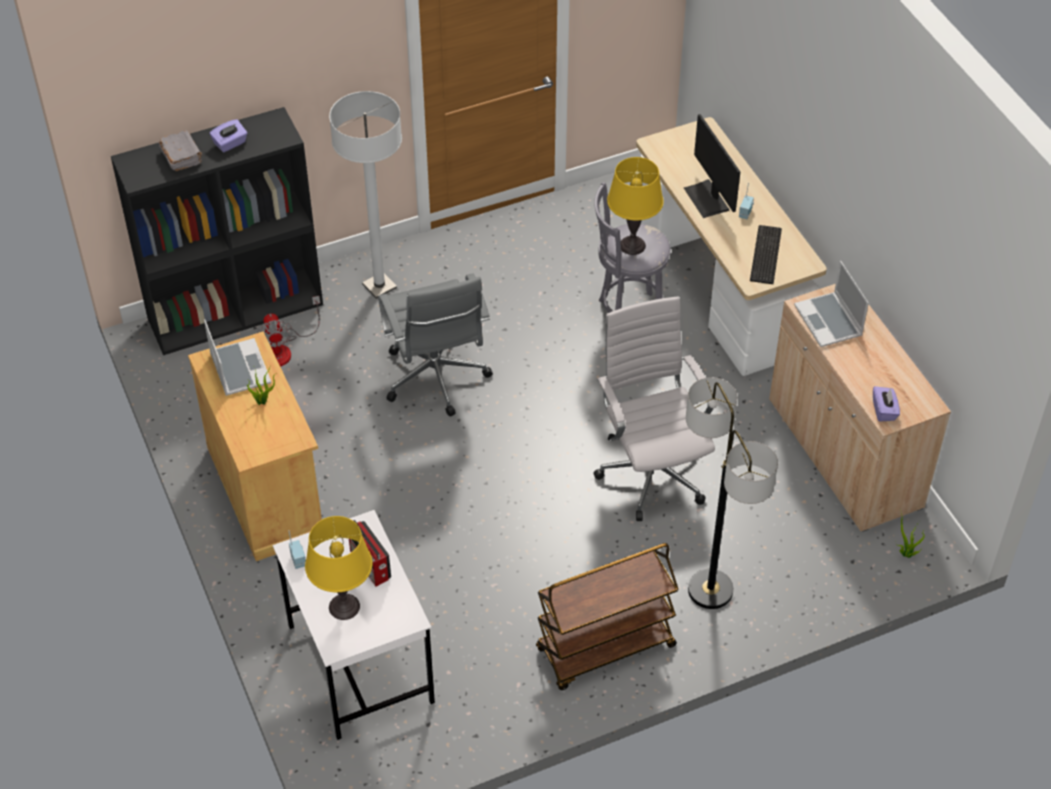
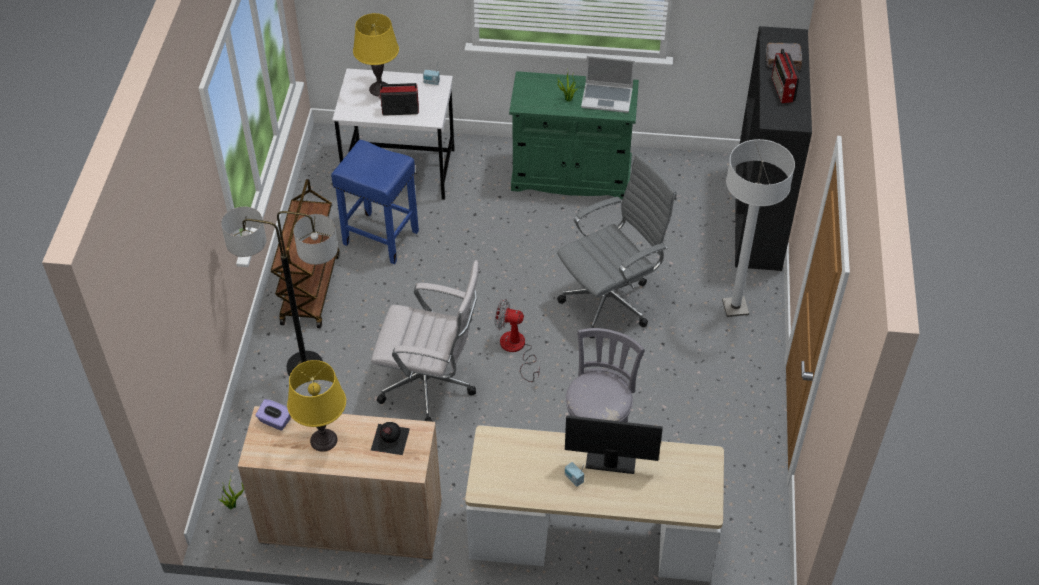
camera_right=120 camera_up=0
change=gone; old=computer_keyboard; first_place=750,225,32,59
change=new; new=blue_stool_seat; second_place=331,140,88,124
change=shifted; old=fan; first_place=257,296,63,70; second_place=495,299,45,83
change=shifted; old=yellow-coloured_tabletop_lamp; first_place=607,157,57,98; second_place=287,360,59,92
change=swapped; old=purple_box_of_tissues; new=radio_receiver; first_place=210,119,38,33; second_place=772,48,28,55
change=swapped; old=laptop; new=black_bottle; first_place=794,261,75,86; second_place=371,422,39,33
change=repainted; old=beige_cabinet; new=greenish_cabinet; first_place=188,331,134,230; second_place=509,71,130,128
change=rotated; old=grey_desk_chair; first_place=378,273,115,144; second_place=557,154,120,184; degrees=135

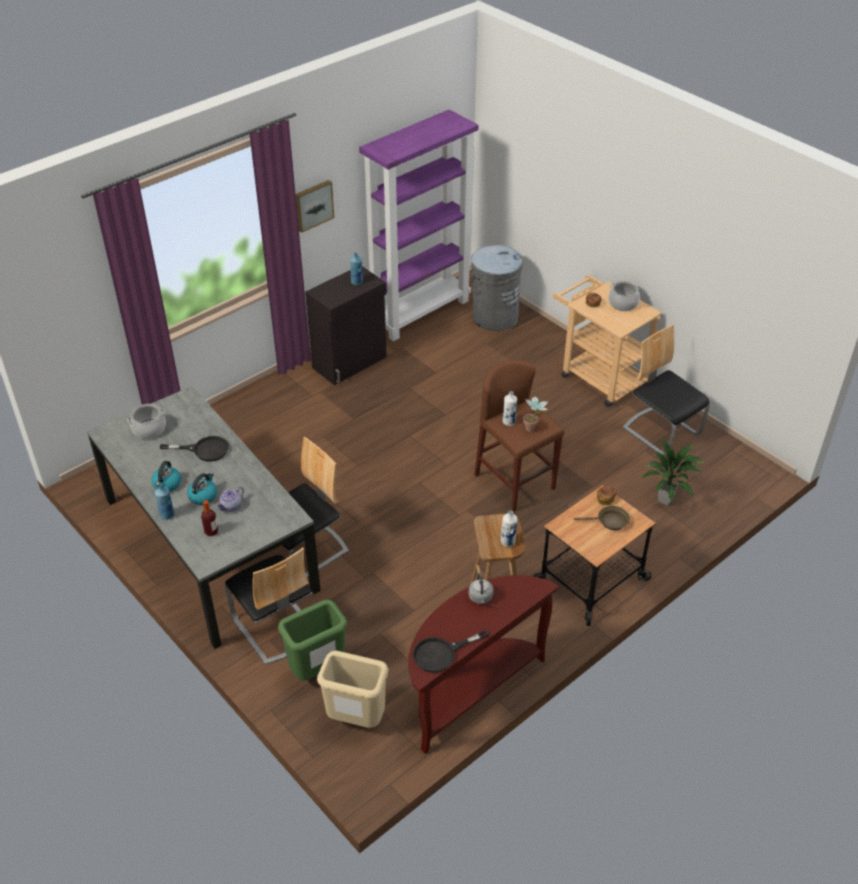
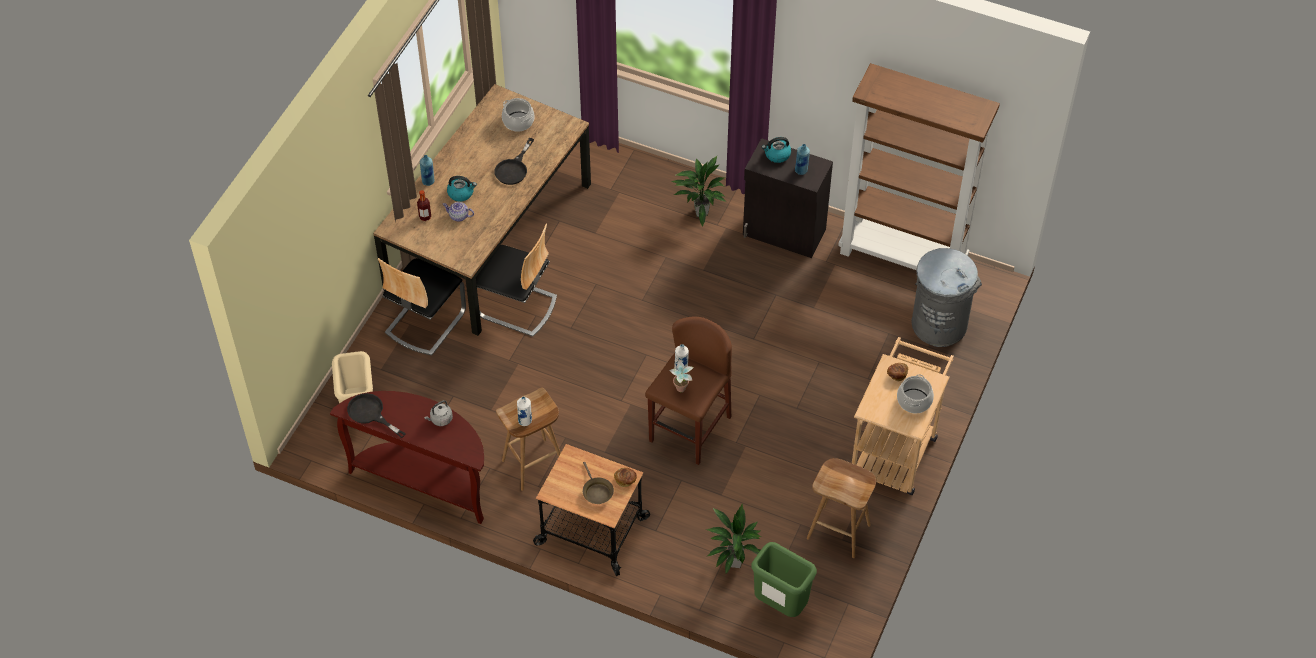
camera_right=65 camera_up=10
change=gone; old=picture; first_place=296,180,38,53
change=new; new=houseplant; second_place=672,156,54,71
change=shifted; old=tea_kettle; first_place=151,461,30,31; second_place=762,137,29,26
change=shifted; old=greenish_rubbish_bin; first_place=278,600,69,80; second_place=751,542,66,75
change=swapped; old=upright_chair; new=brownish_stool_seat; first_place=623,324,87,132; second_place=807,458,69,100
change=repainted; old=grey_dinner_table; new=brownish_dinner_table; first_place=87,386,234,263; second_place=373,84,218,252
change=repainted; old=purple_shelving_unit; new=brownish_shelving_unit; first_place=359,109,120,232; second_place=838,63,162,207
change=rotated; old=black_frying_pan; first_place=160,436,69,26; second_place=494,138,40,47; degrees=45

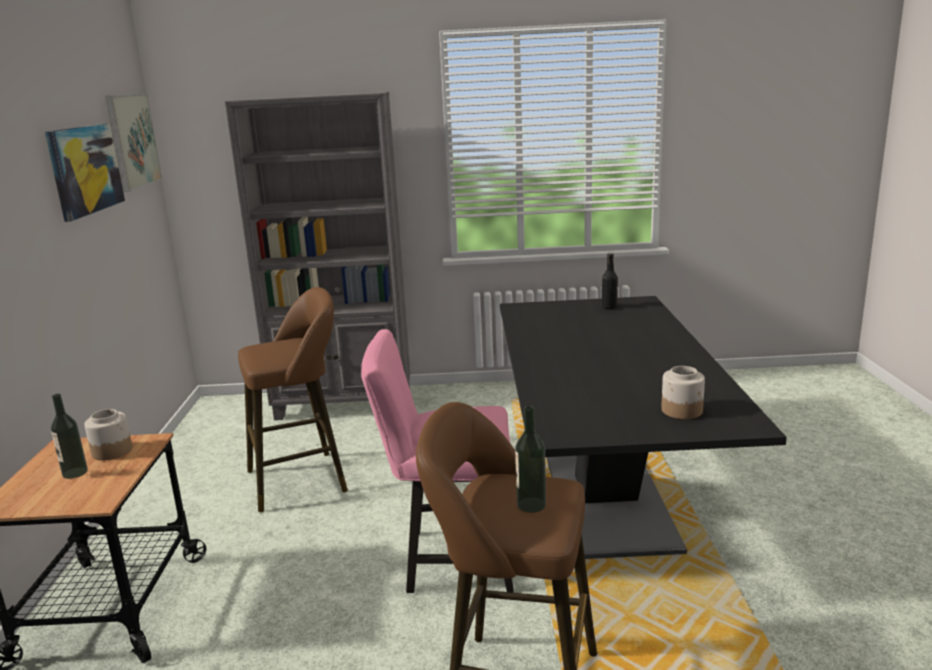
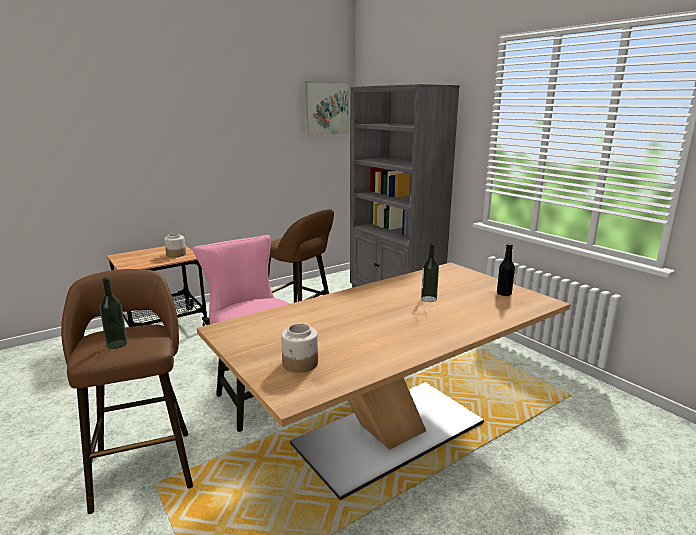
camera_right=55 camera_up=0
change=gone; old=picture; first_place=45,123,80,99
change=shifted; old=bottle; first_place=51,394,37,85; second_place=421,243,18,59
change=repainted; old=black_dinner_table; new=beige_dinner_table; first_place=500,296,287,263; second_place=197,262,374,238

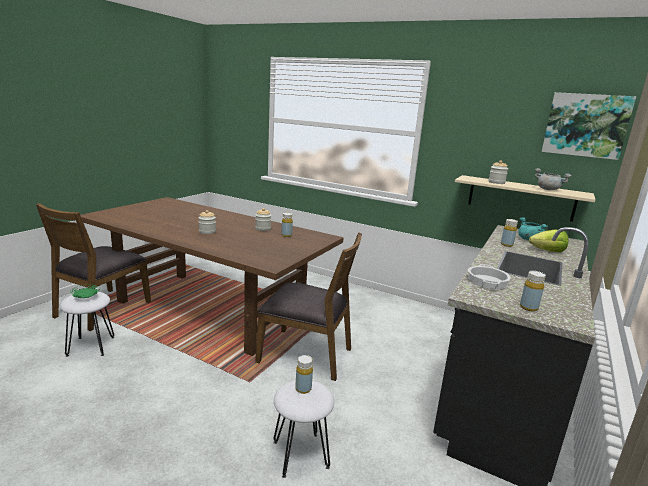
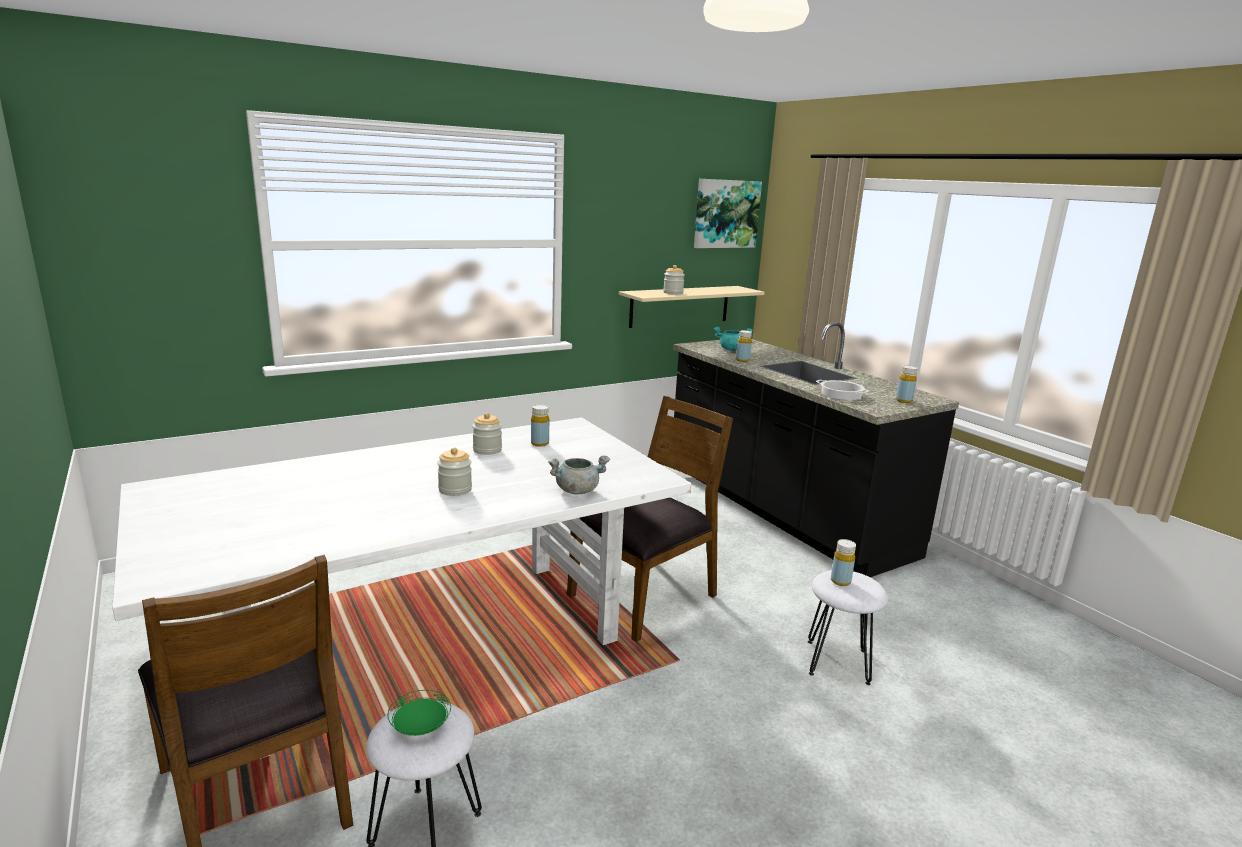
camera_right=-60 camera_up=0
change=gone; old=head_of_lettuce; first_place=529,230,40,23
change=shifted; old=grey_cooking_pot; first_place=535,168,36,22; second_place=548,456,62,39
change=repainted; old=brownish_dinner_table; new=white-coloured_dinner_table; first_place=81,197,263,159; second_place=112,418,579,341

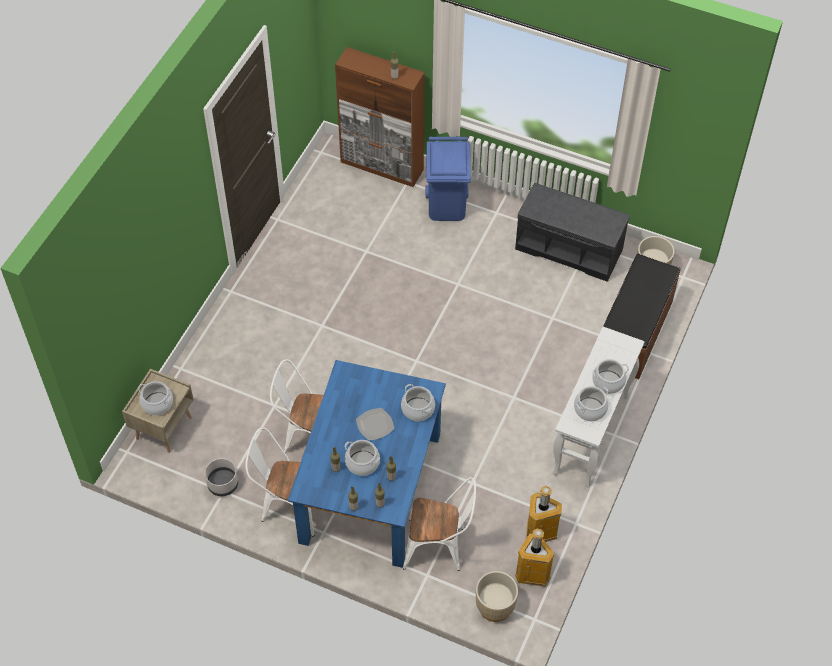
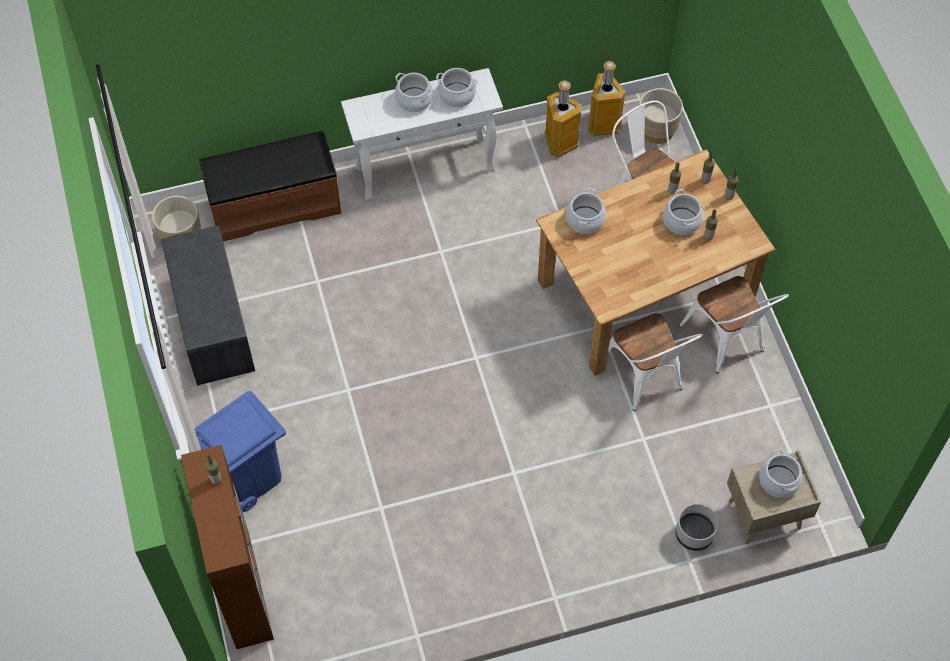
camera_right=-130 camera_up=5
change=gone; old=flat_dish; first_place=356,408,38,33
change=shifted; old=grey_plant_pot; first_place=205,458,33,38; second_place=675,504,43,47
change=repainted; old=blue_dinner_table; new=brownish_dinner_table; first_place=288,360,158,208; second_place=536,149,240,227

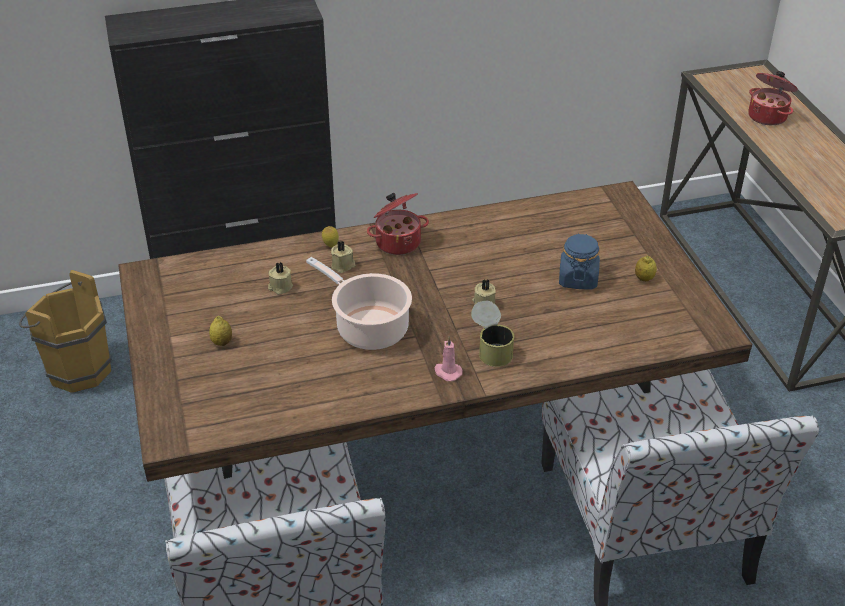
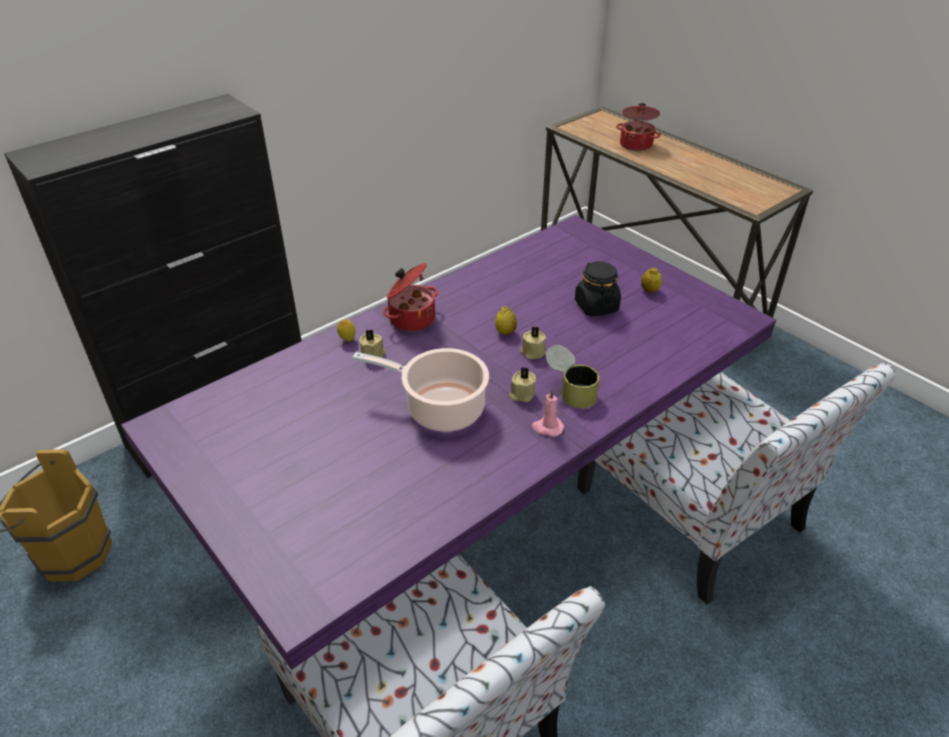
camera_right=-25 camera_up=0
change=shifted; old=lemon; first_place=209,316,23,30; second_place=495,306,22,29
change=shifted; old=beige_candle; first_place=268,262,25,33; second_place=509,367,27,35
change=repainted; old=brownish_dinner_table; new=purple_dinner_table; first_place=118,181,634,301; second_place=121,215,655,455
change=repainted; old=blue_storage_jar; new=black_storage_jar; first_place=559,234,41,56; second_place=575,261,46,56

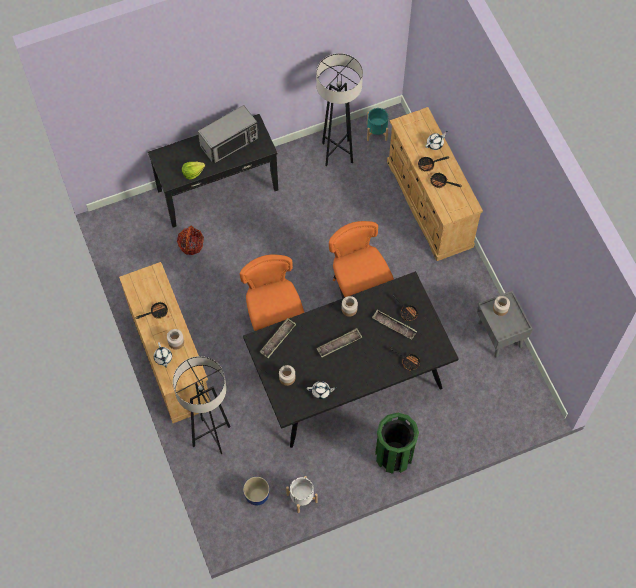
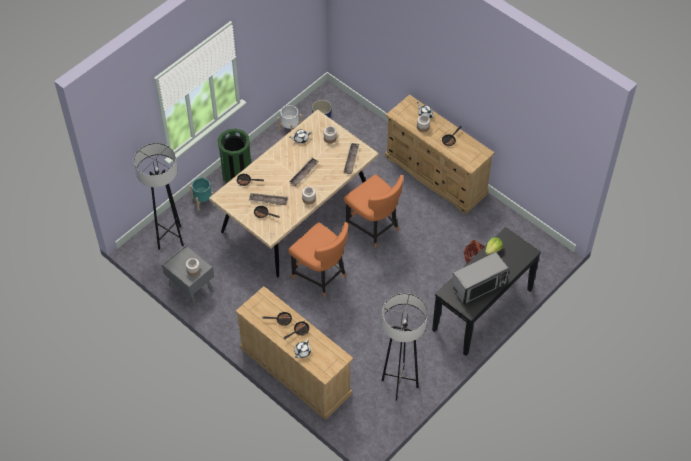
camera_right=155 camera_up=-10
change=shifted; old=black_standing_lamp; first_place=173,356,57,98; second_place=134,143,50,107
change=shifted; old=blue-green_plant_pot; first_place=367,108,22,33; second_place=190,178,25,33
change=repainted; old=black_dinner_table; new=beige_dinner_table; first_place=243,271,216,177; second_place=209,109,170,168
change=rotated; old=microwave_oven; first_place=198,105,61,59; second_place=452,252,57,52; degrees=-150

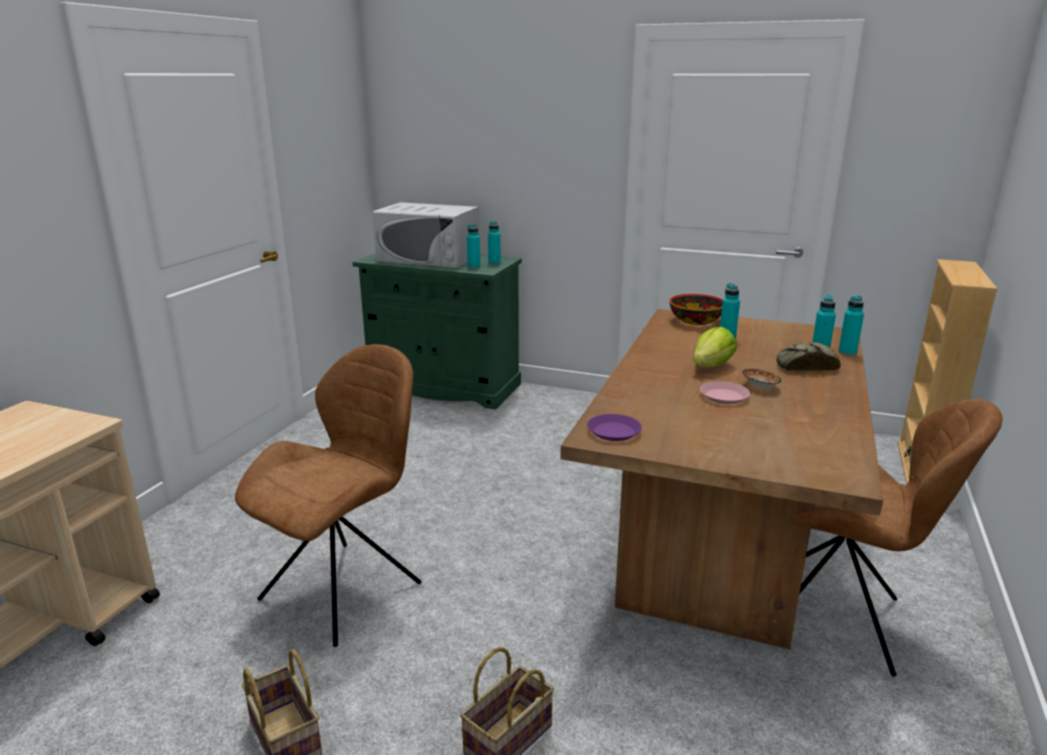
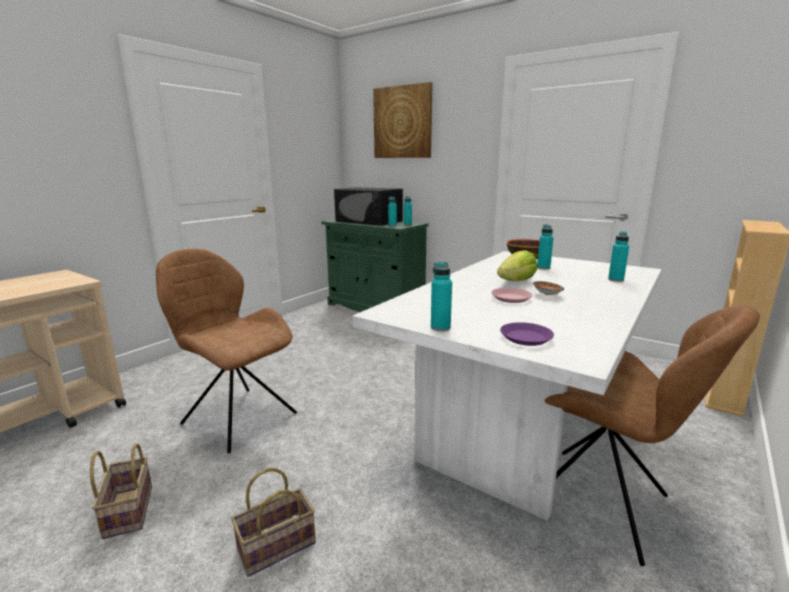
camera_right=15 camera_up=-5
change=gone; old=baked_bread; first_place=776,342,65,29
change=new; new=picture; second_place=373,82,60,76
change=shifted; old=purple_flat_dish; first_place=587,414,55,27; second_place=500,322,54,24
change=shifted; old=blue-green_bottle; first_place=838,296,26,60; second_place=431,262,21,69
change=repainted; old=white-coloured_microwave_oven; new=black_microwave_oven; first_place=372,202,107,66; second_place=334,187,69,39
change=repainted; old=brownish_dinner_table; new=white-coloured_dinner_table; first_place=560,309,323,340; second_place=353,251,309,270
change=rotated; old=brownish_upright_chair; first_place=235,344,186,303; second_place=156,249,141,205; degrees=-105

